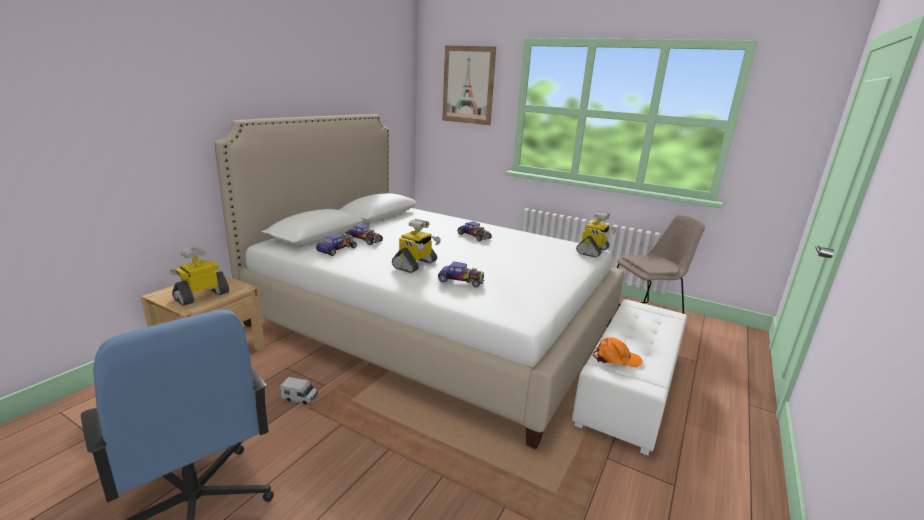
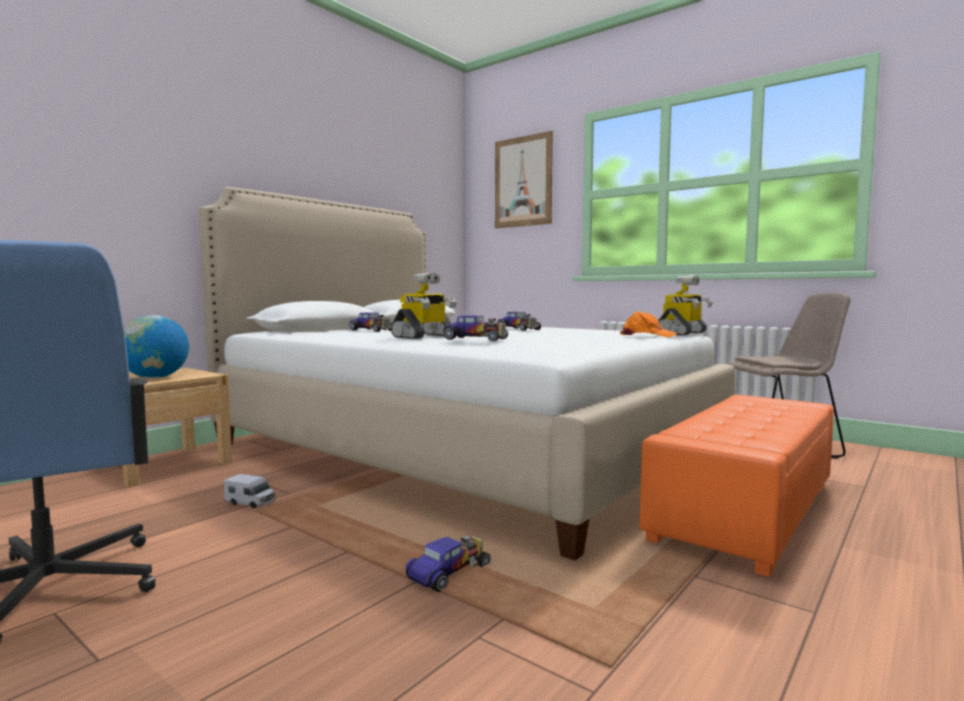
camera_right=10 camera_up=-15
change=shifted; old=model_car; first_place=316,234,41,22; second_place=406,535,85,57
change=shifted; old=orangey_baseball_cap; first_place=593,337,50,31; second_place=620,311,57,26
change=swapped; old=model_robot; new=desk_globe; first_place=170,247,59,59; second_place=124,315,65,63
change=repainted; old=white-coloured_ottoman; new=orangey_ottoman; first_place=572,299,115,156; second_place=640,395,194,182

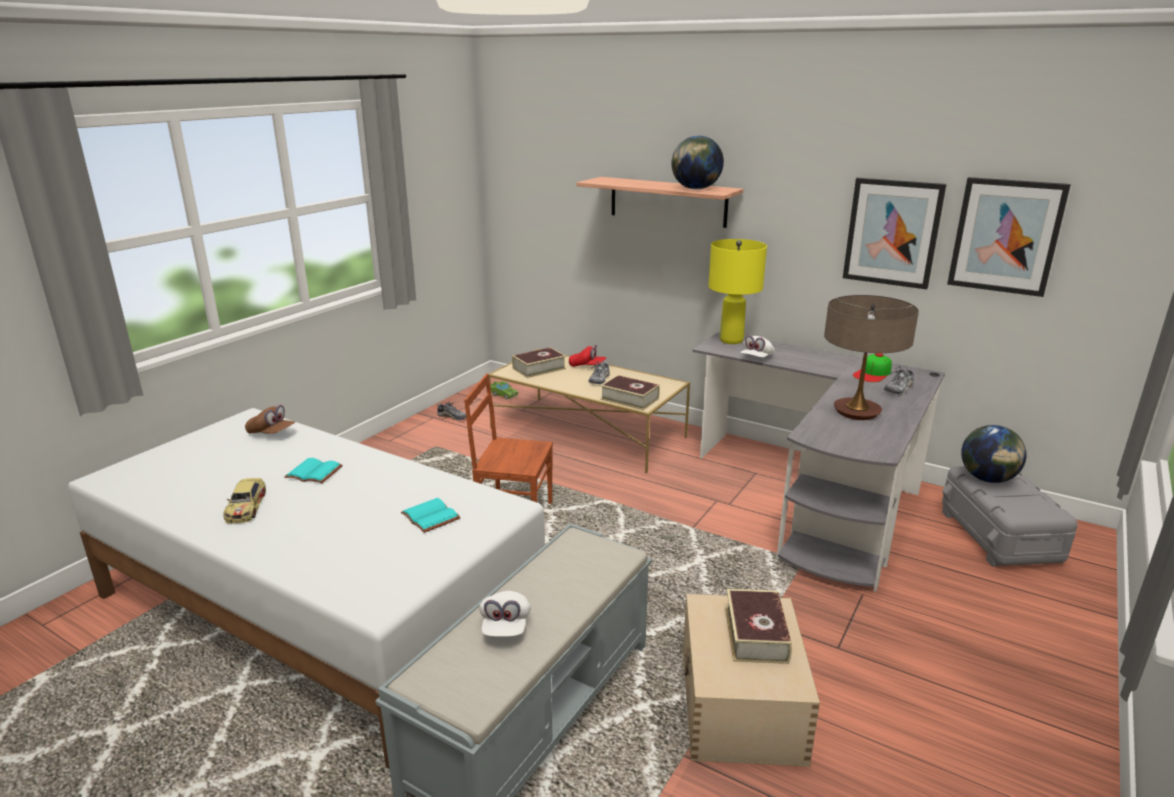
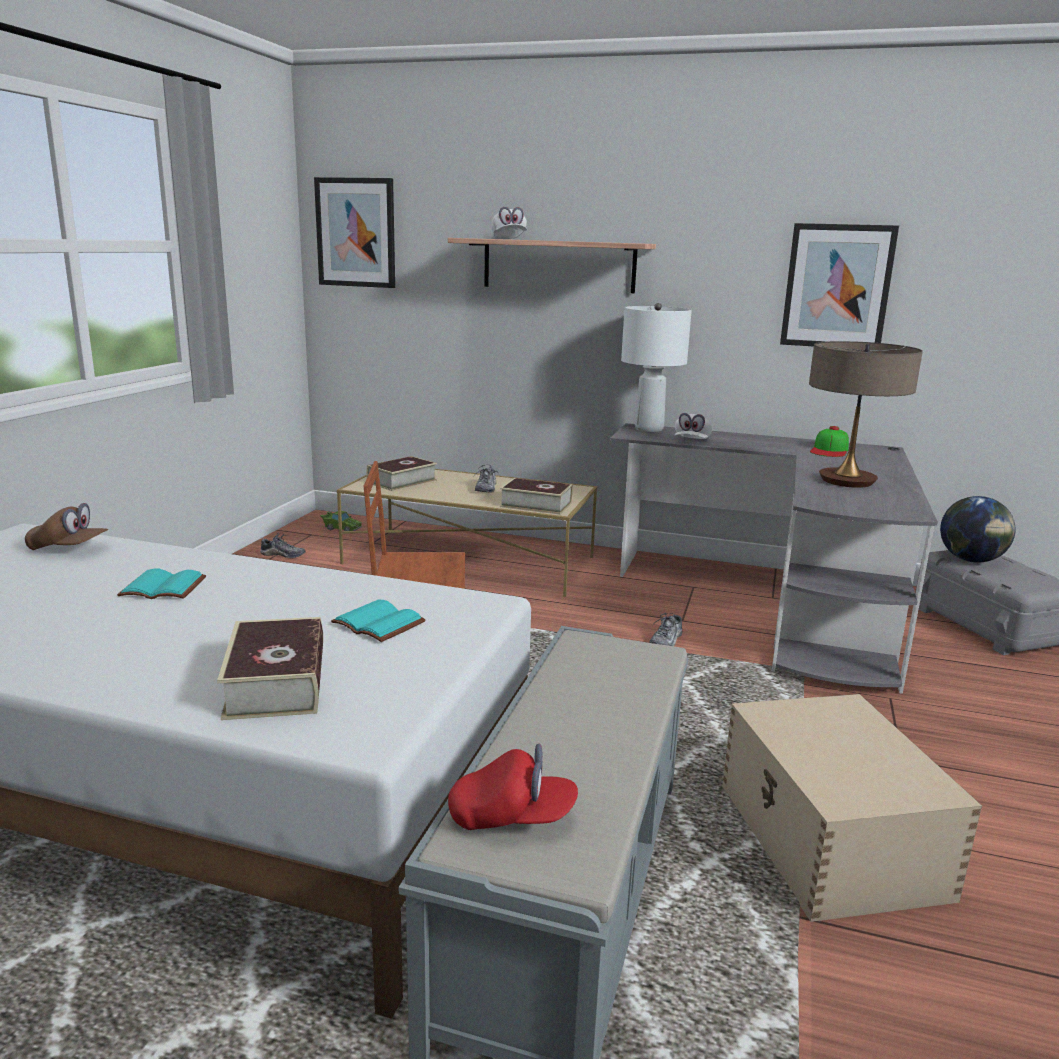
camera_right=-15 camera_up=-5
change=gone; old=model_car; first_place=223,478,43,46
change=gone; old=desk_globe; first_place=671,136,53,53
change=shifted; old=white-coloured_baseball_cap; first_place=479,591,52,45; second_place=491,207,36,32
change=shifted; old=red-coloured_baseball_cap; first_place=569,345,37,22; second_place=448,744,130,86
change=shifted; old=book; first_place=725,589,67,75; second_place=217,617,106,103
change=shifted; old=low_shoe; first_place=884,366,30,29; second_place=649,613,33,33
change=shifted; old=picture; first_place=947,177,124,120; second_place=314,177,81,111
change=repainted; old=yellow-coloured_tabletop_lamp; new=white-coloured_tabletop_lamp; first_place=708,239,59,105; second_place=621,303,71,129

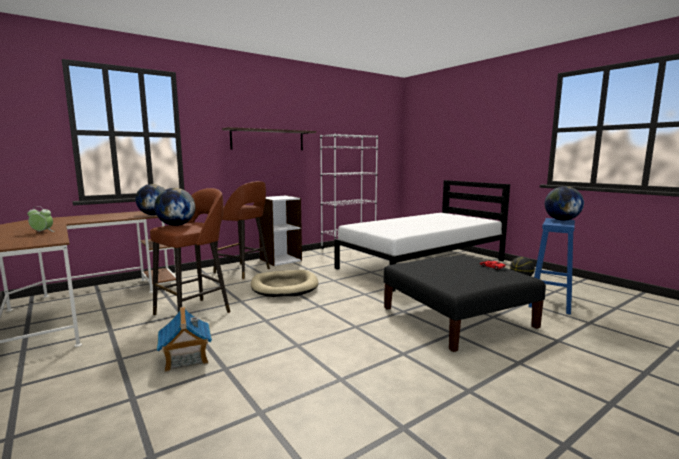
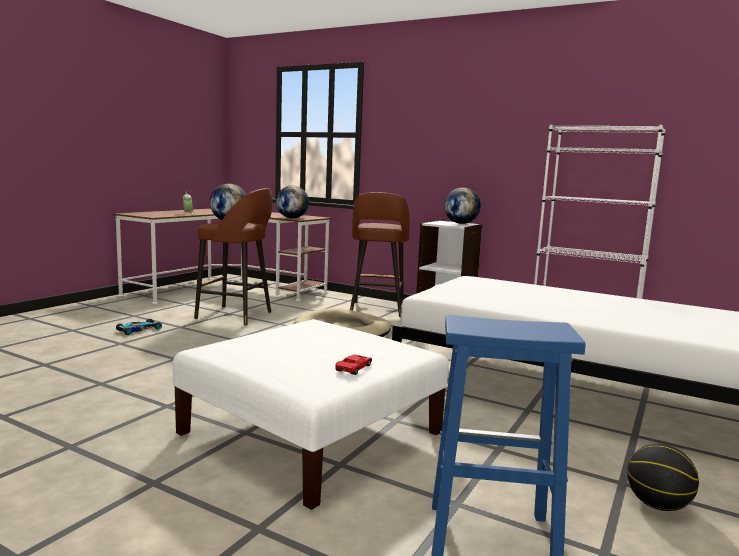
camera_right=65 camera_up=0
change=gone; old=wall_shelf; first_place=222,127,94,23
change=shifted; old=desk_globe; first_place=545,186,39,35; second_place=444,187,37,37
change=swapped; old=model_house; new=model_car; first_place=157,307,55,65; second_place=116,319,46,16
change=repainted; old=black_ottoman; new=white-coloured_ottoman; first_place=384,255,162,97; second_place=173,319,276,191

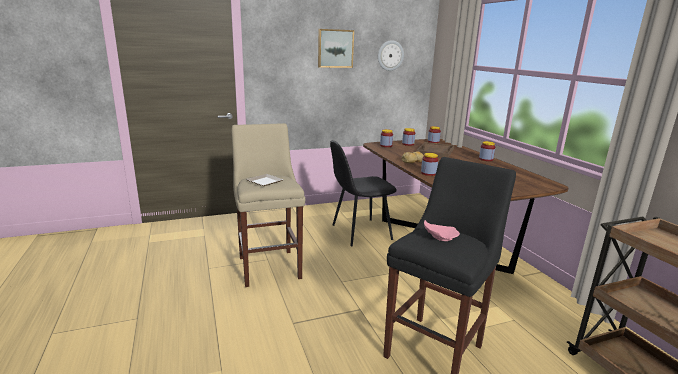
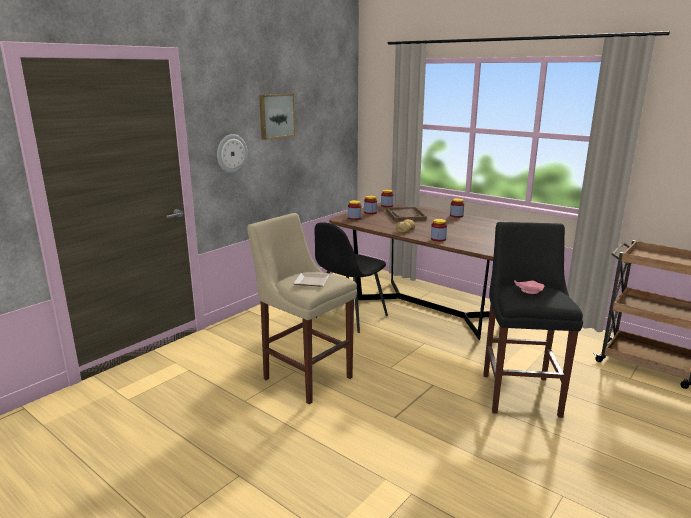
camera_right=-30 camera_up=0
change=shifted; old=clock_on_the_wall; first_place=378,40,26,31; second_place=217,134,30,39

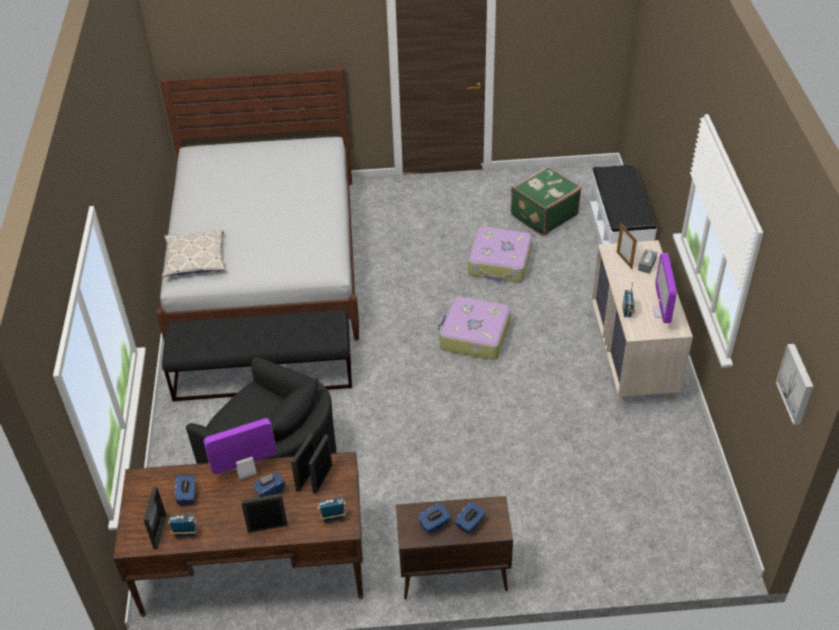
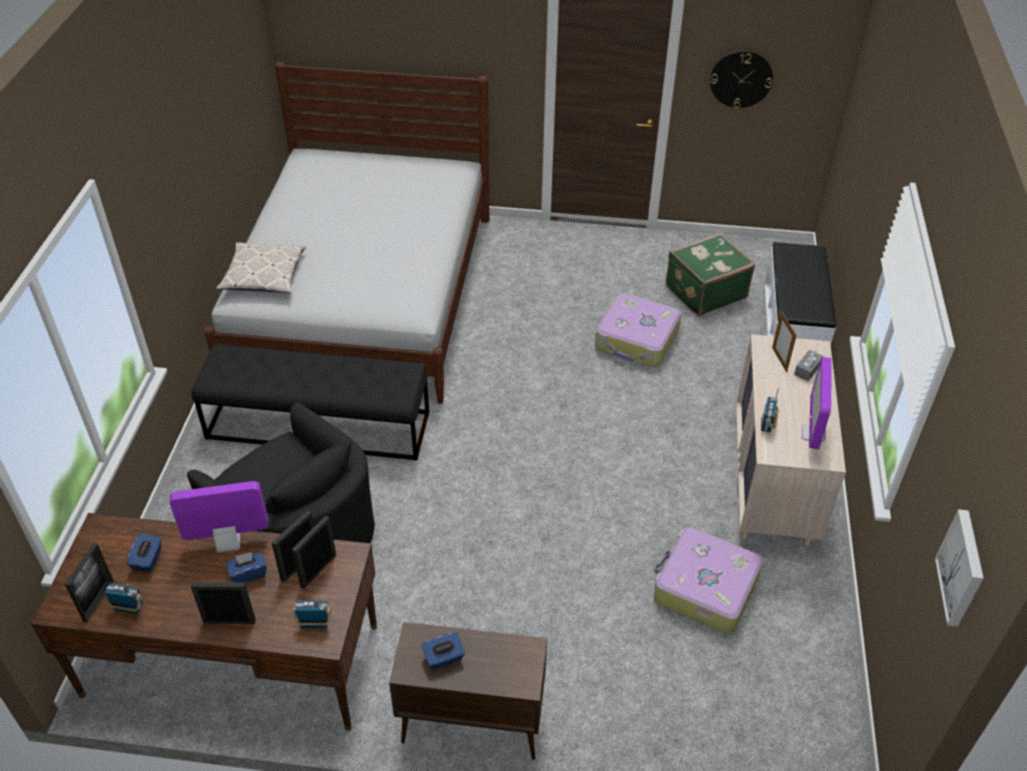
camera_right=10 camera_up=0
change=gone; old=blue_box_of_tissues; first_place=455,501,31,33
change=new; new=clock_on_the_wall; second_place=710,51,63,57
change=shifted; old=piece_of_luggage; first_place=438,296,73,64; second_place=654,527,109,107

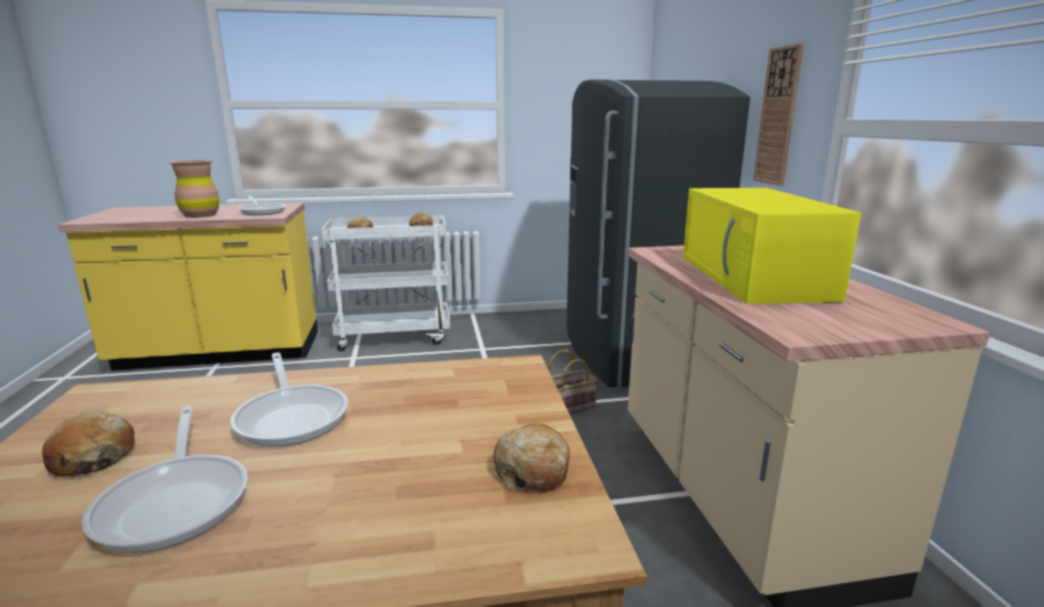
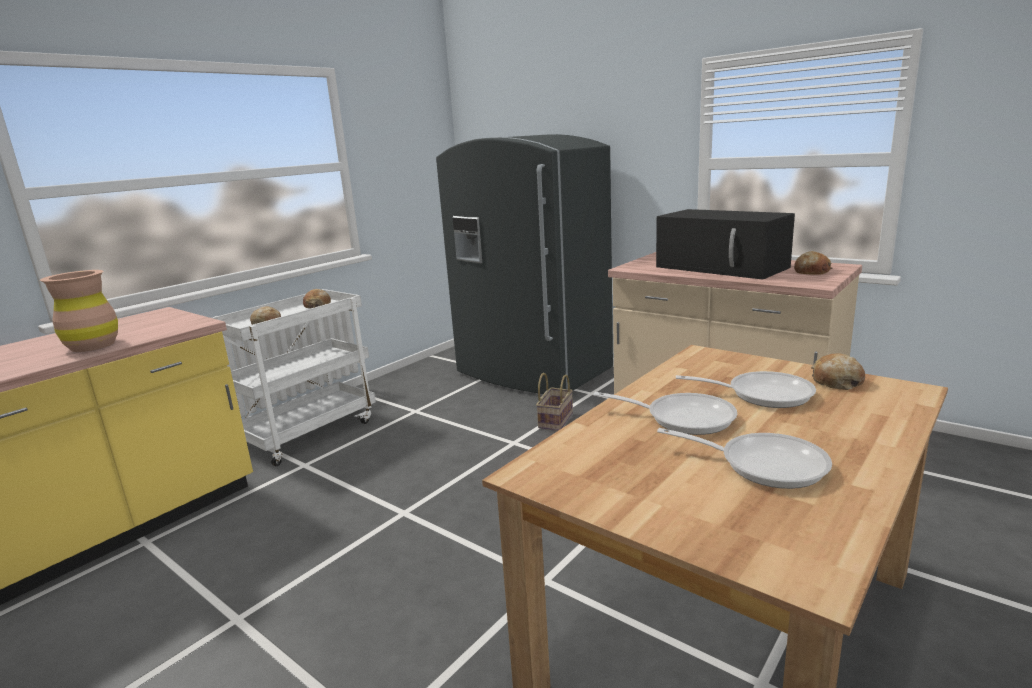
camera_right=-40 camera_up=0
change=gone; old=clock_on_the_wall; first_place=753,43,51,143
change=shifted; old=baked_bread; first_place=42,411,93,66; second_place=794,251,38,24
change=shifted; old=frying_pan; first_place=238,196,48,19; second_place=676,371,140,37
change=repainted; old=yellow-coloured_microwave_oven; new=black_microwave_oven; first_place=683,188,178,116; second_place=656,209,139,71

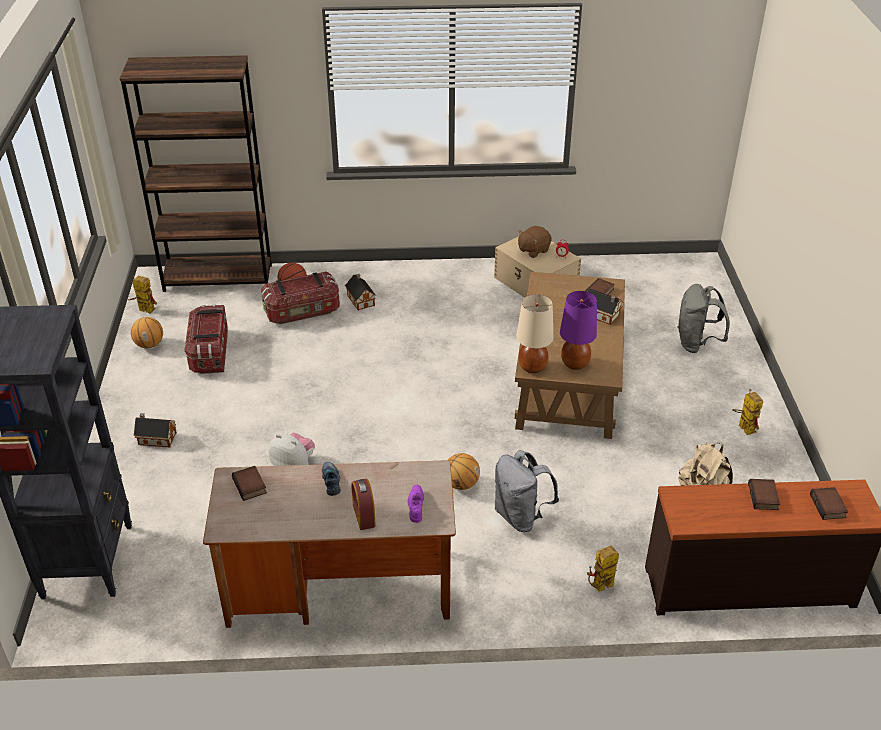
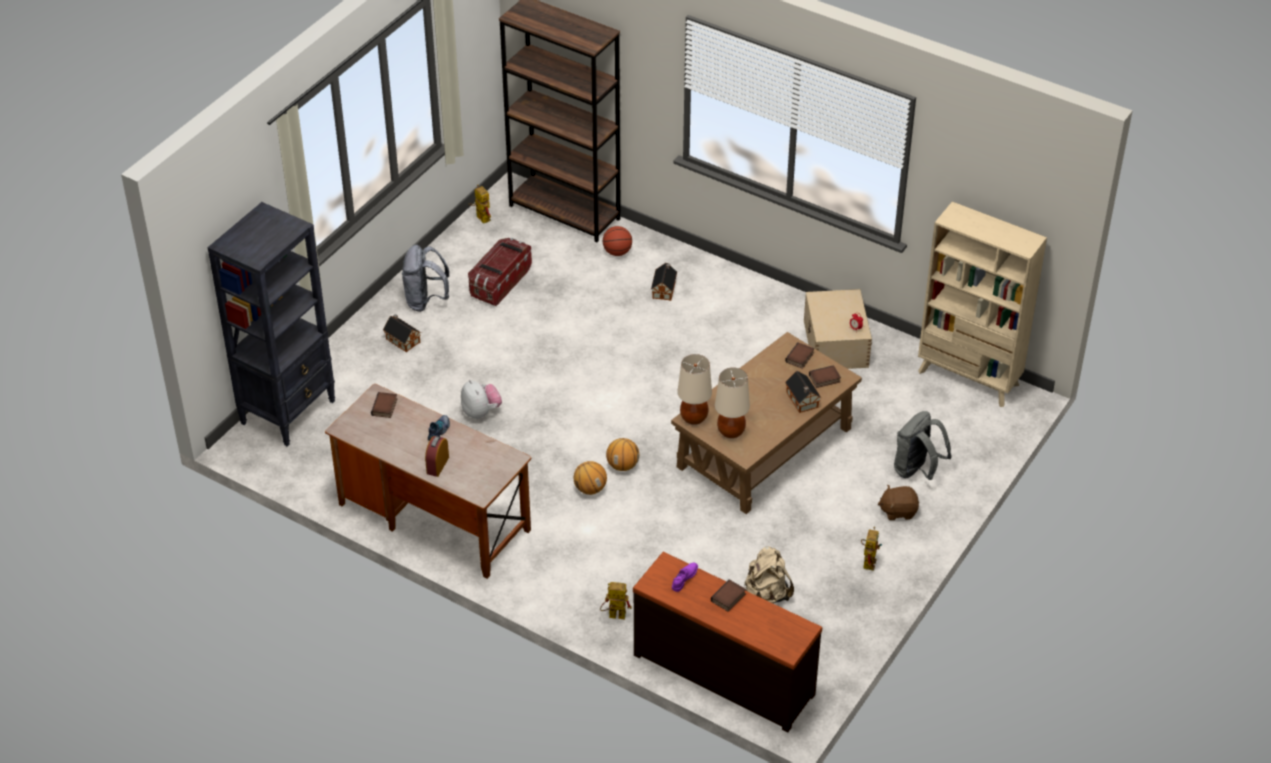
camera_right=35 camera_up=5
change=gone; old=storage_bin; first_place=261,271,79,53
change=new; new=beige_shelving_unit; second_place=918,202,129,205
change=shifted; old=basketball; first_place=131,317,32,31; second_place=606,438,33,33
change=shifted; old=purple_low_shoe; first_place=408,485,16,38; second_place=672,563,26,29
change=shifted; old=grey_rucksack; first_place=495,450,64,82; second_place=402,245,47,67
change=shifted; old=brownish_soft_toy; first_place=518,226,34,32; second_place=878,485,41,35
change=shifted; old=book; first_place=810,487,38,33; second_place=785,342,29,27
change=repainted; old=purple_tabletop_lamp; new=beige_tabletop_lamp; first_place=560,291,37,79; second_place=715,368,35,70

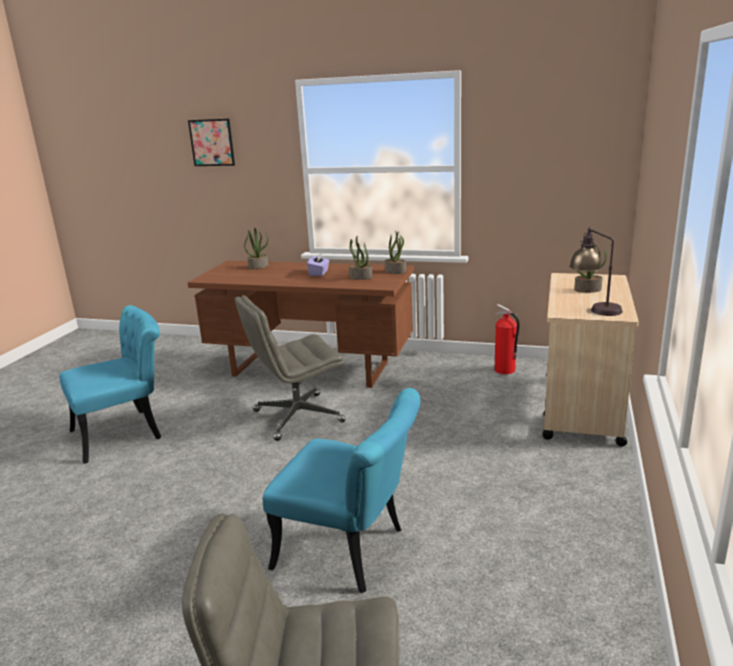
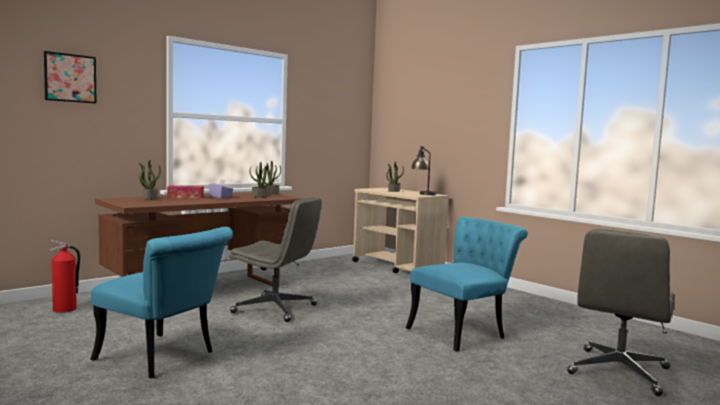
camera_right=-60 camera_up=-15
change=new; new=box_of_tissues; second_place=167,185,37,14
change=shifted; old=fire-fighting_cylinder; first_place=494,304,26,71; second_place=49,240,31,73
change=rotated; old=blue-green_upright_chair; first_place=59,305,102,159; second_place=90,227,143,151; degrees=120
change=rotated; old=grey_desk_chair; first_place=235,295,110,146; second_place=230,197,92,125; degrees=-75

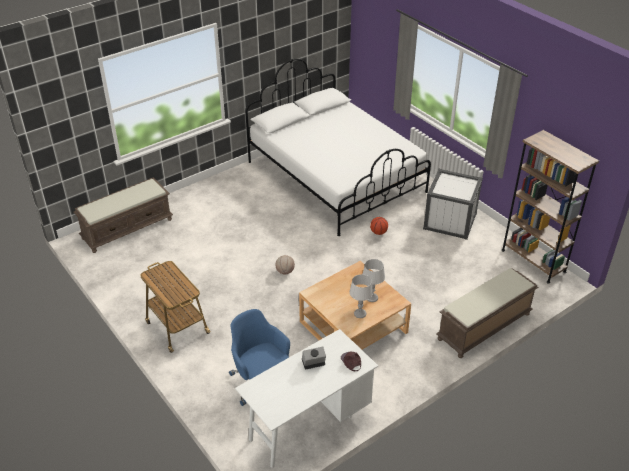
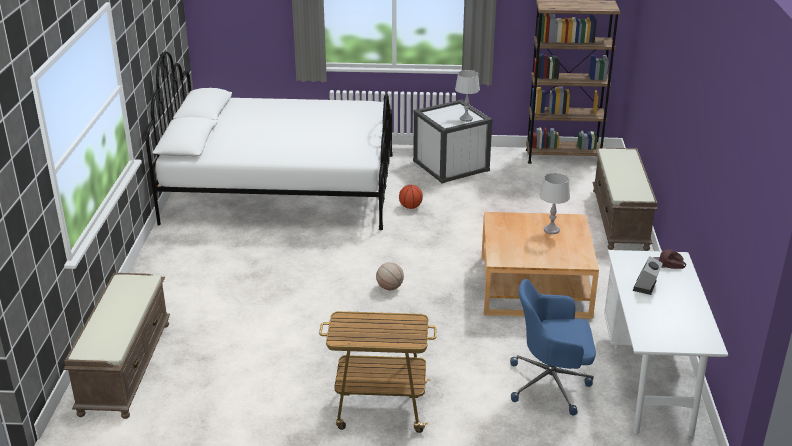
camera_right=-50 camera_up=-10
change=shifted; old=grey_tabletop_lamp; first_place=349,274,24,44; second_place=455,70,25,52

